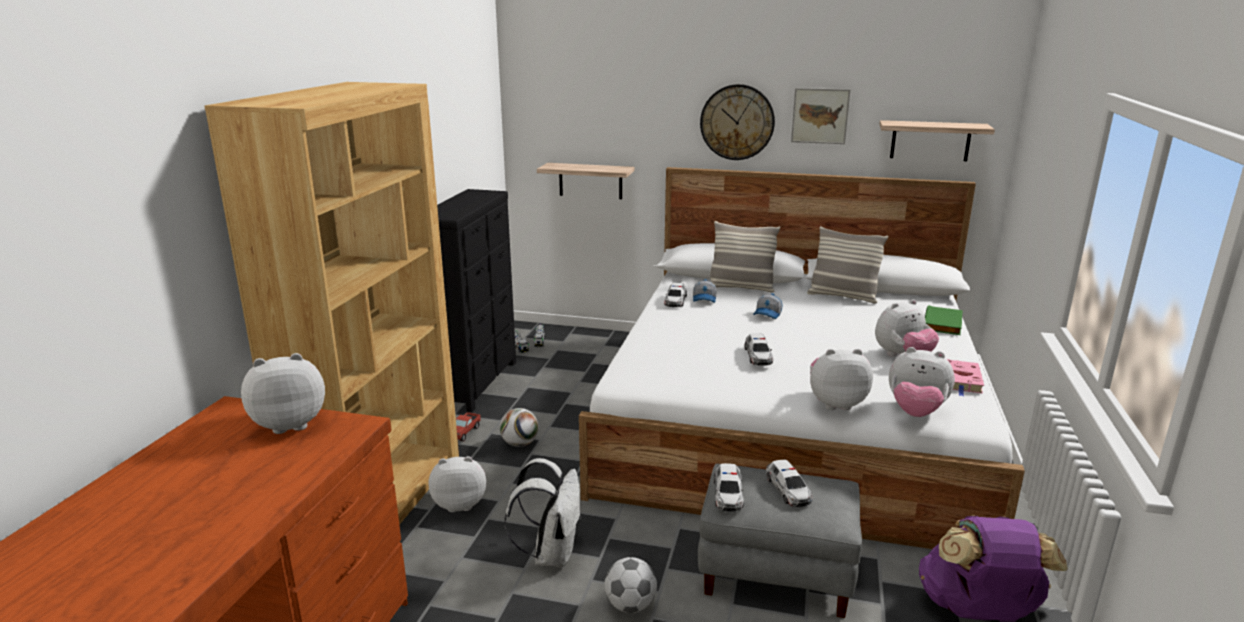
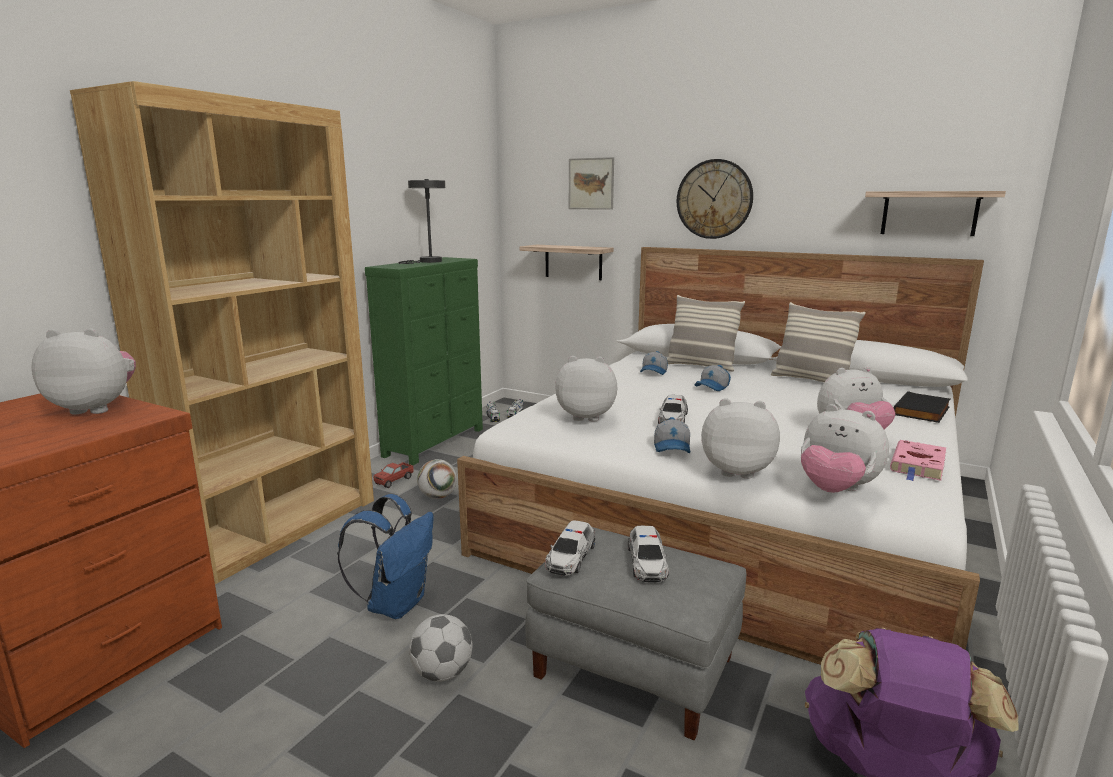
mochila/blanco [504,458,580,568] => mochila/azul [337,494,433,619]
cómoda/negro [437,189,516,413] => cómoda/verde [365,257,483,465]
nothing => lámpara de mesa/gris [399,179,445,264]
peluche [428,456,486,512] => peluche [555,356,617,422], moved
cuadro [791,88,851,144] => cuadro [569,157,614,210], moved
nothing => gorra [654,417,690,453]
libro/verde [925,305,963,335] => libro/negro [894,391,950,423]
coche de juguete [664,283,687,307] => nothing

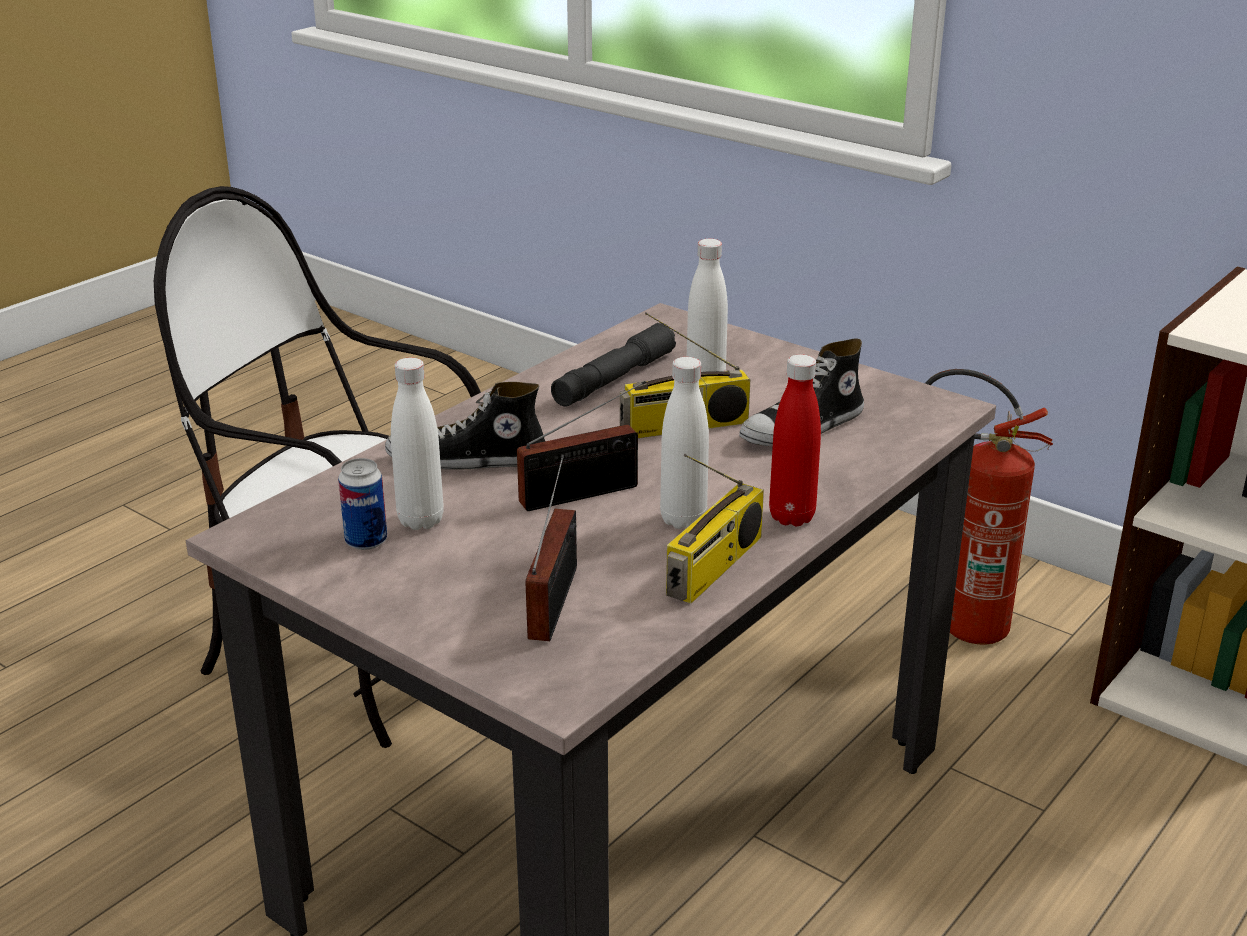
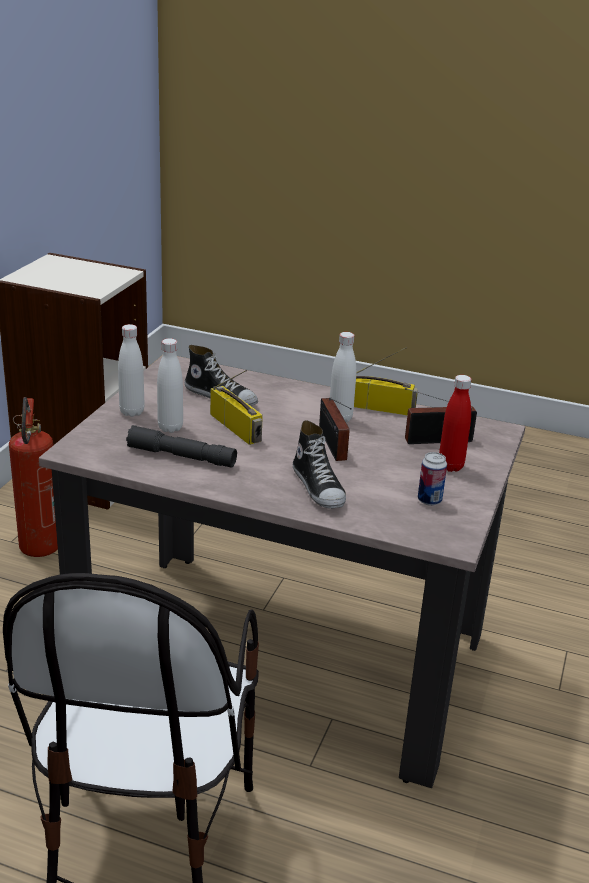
botella/blanco [391,358,444,530] => botella/blanco [118,324,144,417], moved
radio [517,381,646,511] => radio [319,397,352,461], 150 degrees counterclockwise
botella/rojo [769,355,821,526] => botella/rojo [439,375,471,472], moved

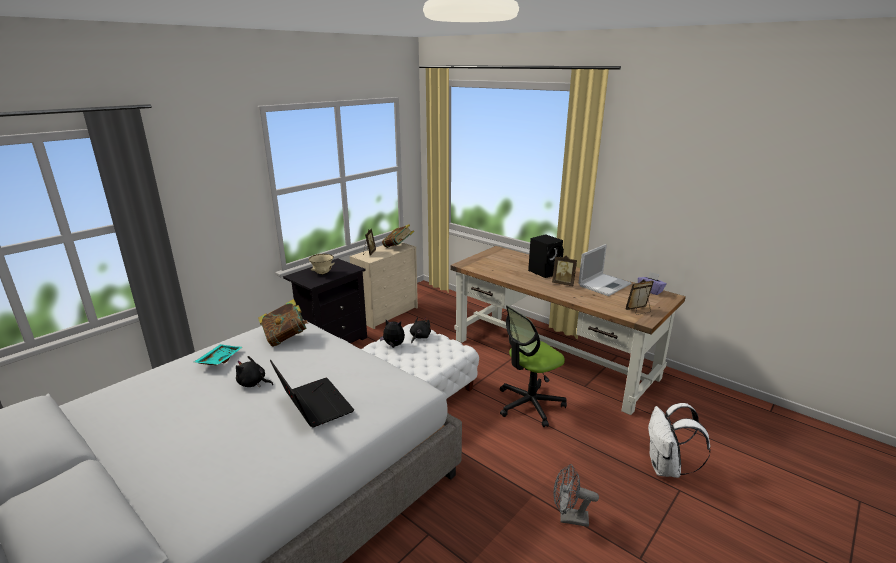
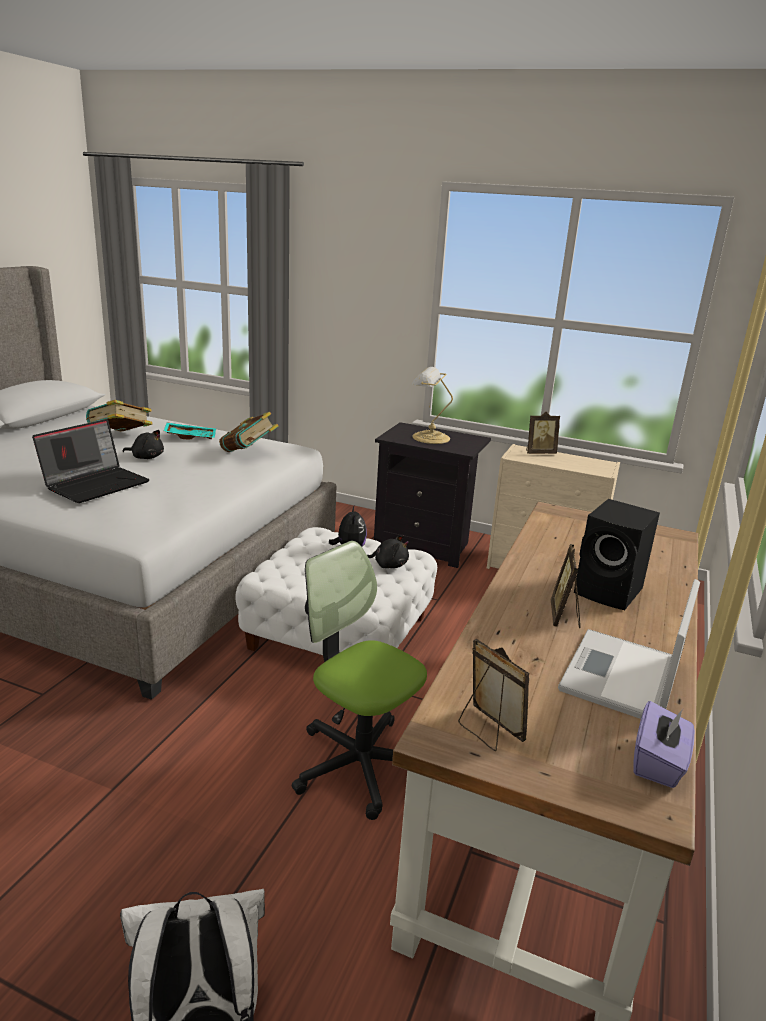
libro [382,224,414,248] => libro [86,400,152,431], moved
peluche/negro [236,356,273,387] => peluche/negro [123,430,164,459], 105 degrees clockwise
cuenco/beis [309,254,334,274] => lámpara de mesa [412,367,453,444]
portátil [578,244,631,296] => portátil [558,579,700,719], 90 degrees clockwise
ventilador/gris [554,464,599,527] => nothing

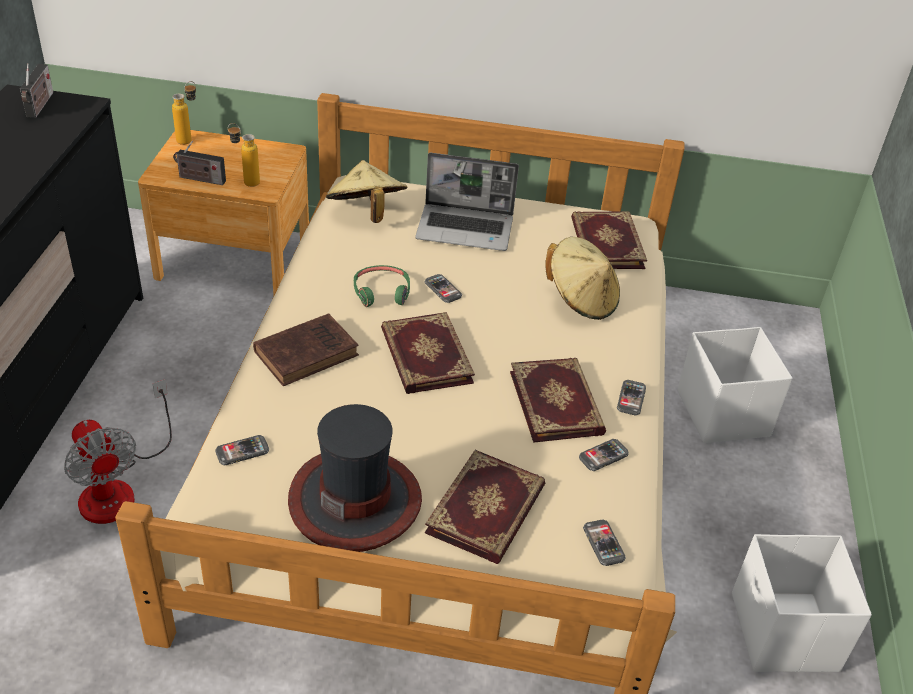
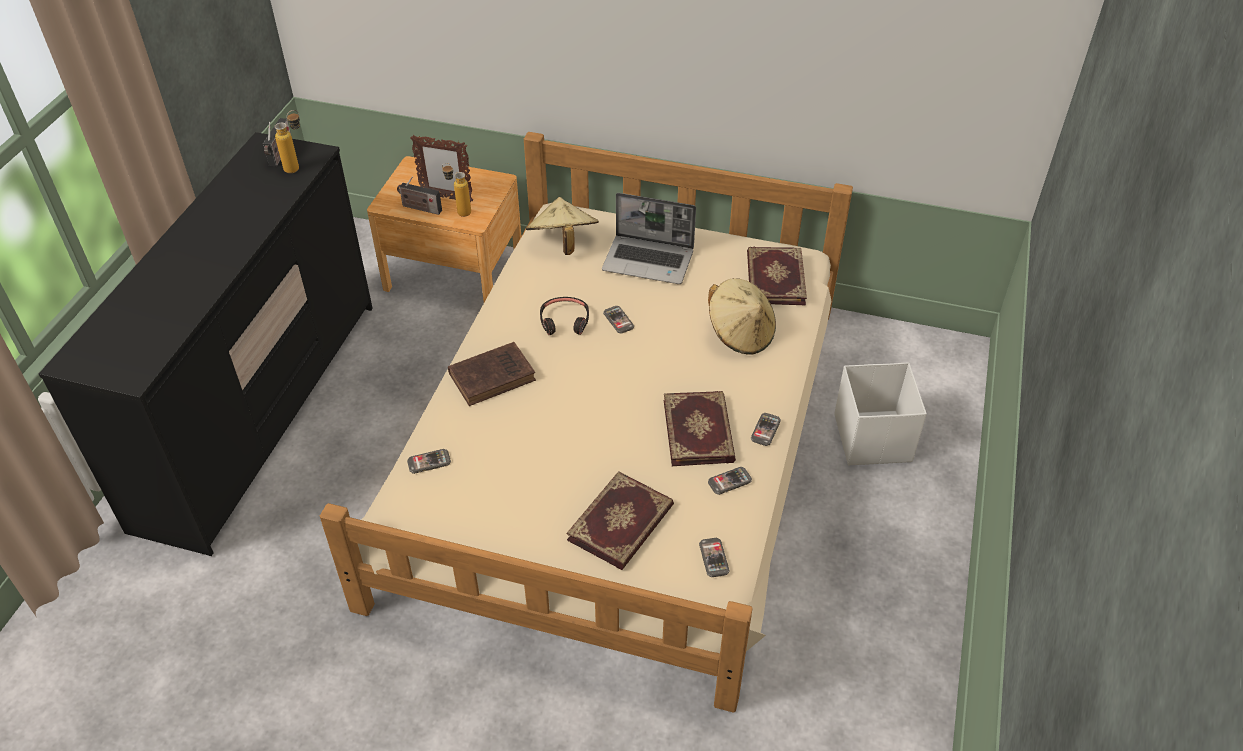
botella [172,81,196,145] => botella [274,110,300,173], moved
nothing => portarretratos [410,135,473,202]
auriculares/verde [354,265,410,307] => auriculares/negro [540,297,589,335]
ventilador [64,379,172,524] => nothing
sombrero [288,404,422,552] => nothing
libro [381,312,475,394] => nothing
caja de almacenaje/blanco [732,534,872,672] => nothing

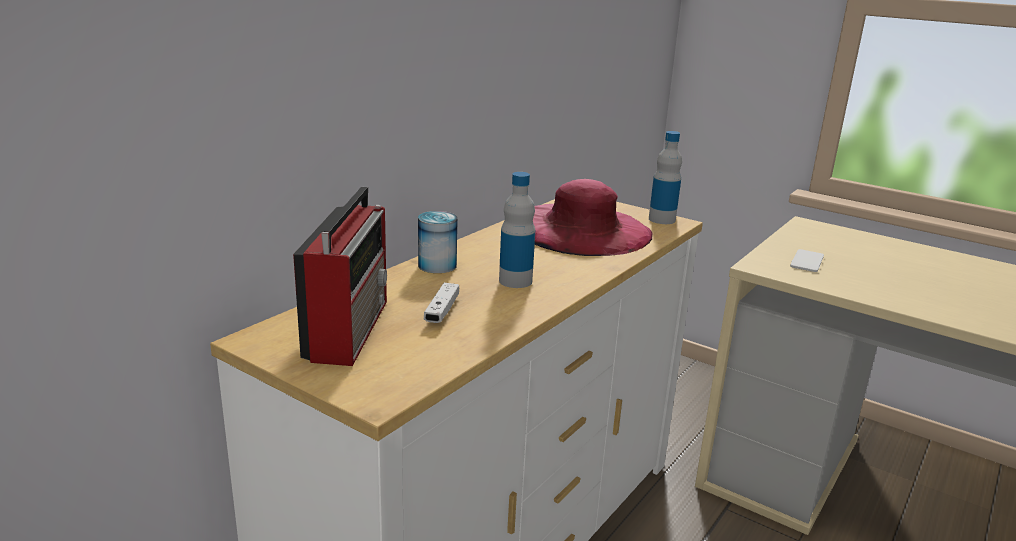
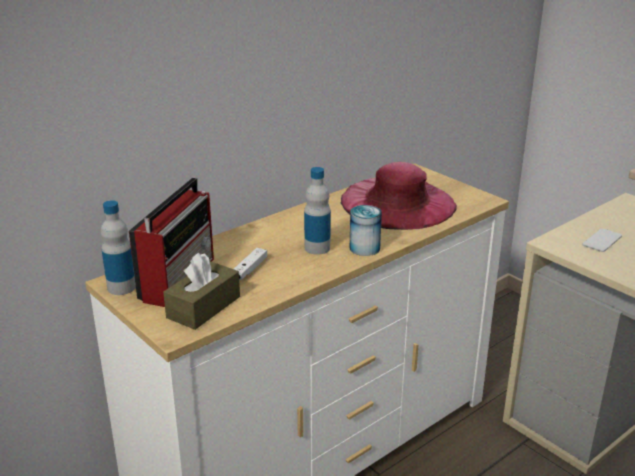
botella [649,131,682,224] => botella [101,200,136,295], moved
nothing => caja de pañuelos/marrón [163,252,240,330]
lata [418,211,458,273] => lata [350,205,382,256], moved

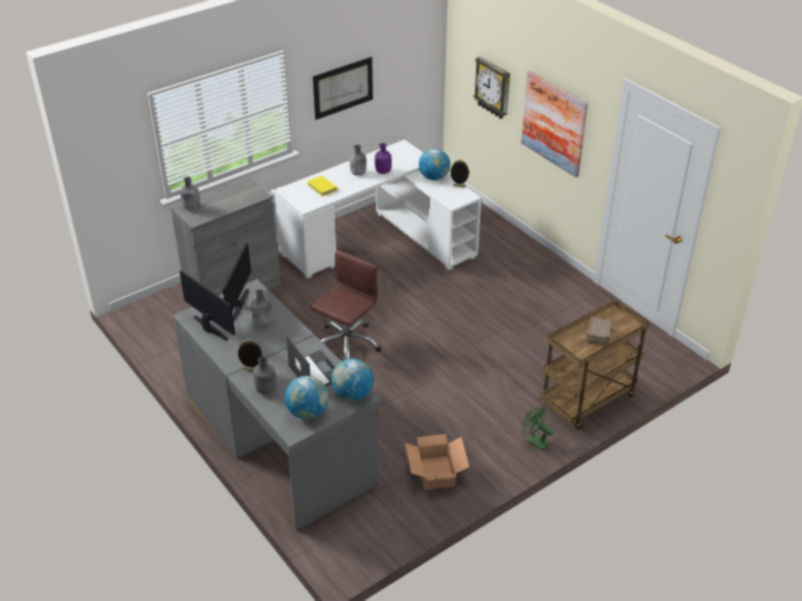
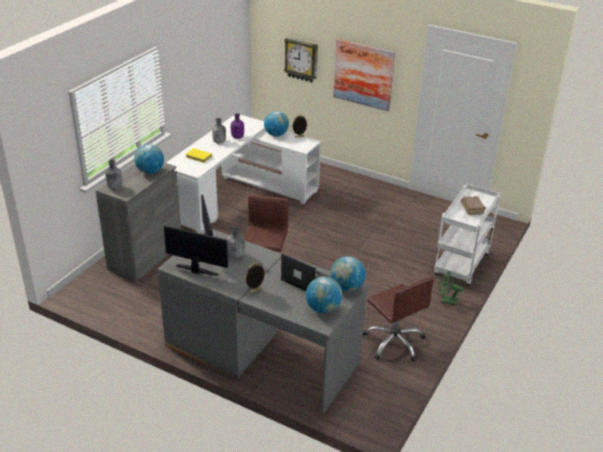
nothing => globo terráqueo [134,144,164,174]
caja de cartón [405,434,469,490] => silla de oficina/marrón [363,276,434,362]
carrito/marrón [540,299,649,430] => carrito/blanco [434,184,500,285]
botella/gris [253,356,276,394] => nothing
cuadro [313,57,373,120] => nothing

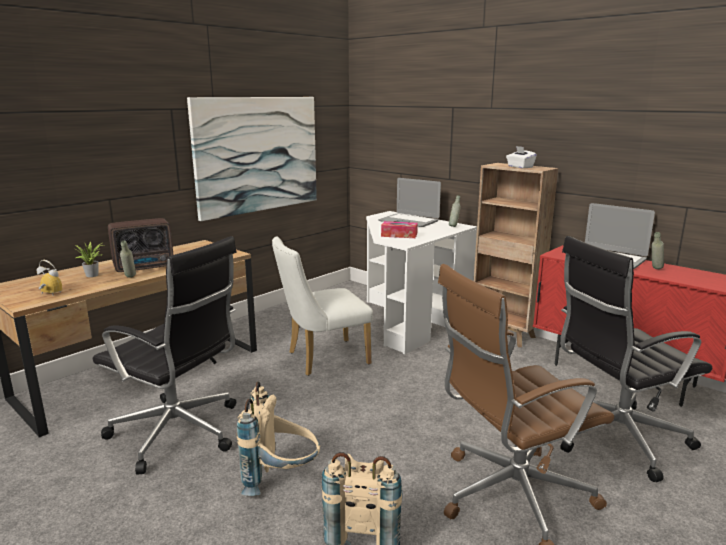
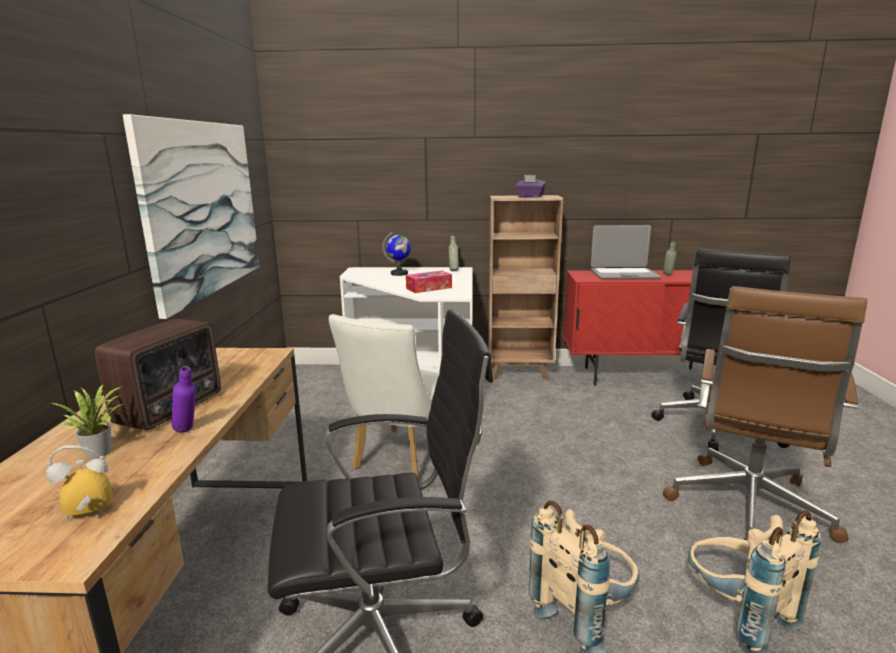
botella/gris [120,241,136,278] => botella/morado [172,366,196,433]
portátil [378,178,441,227] => globo terráqueo [382,232,411,276]
caja de pañuelos/blanco [506,146,537,168] => caja de pañuelos/morado [515,175,546,198]

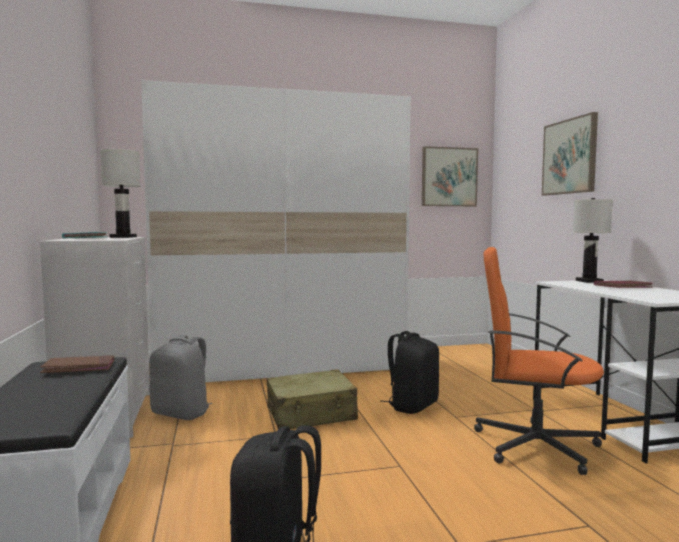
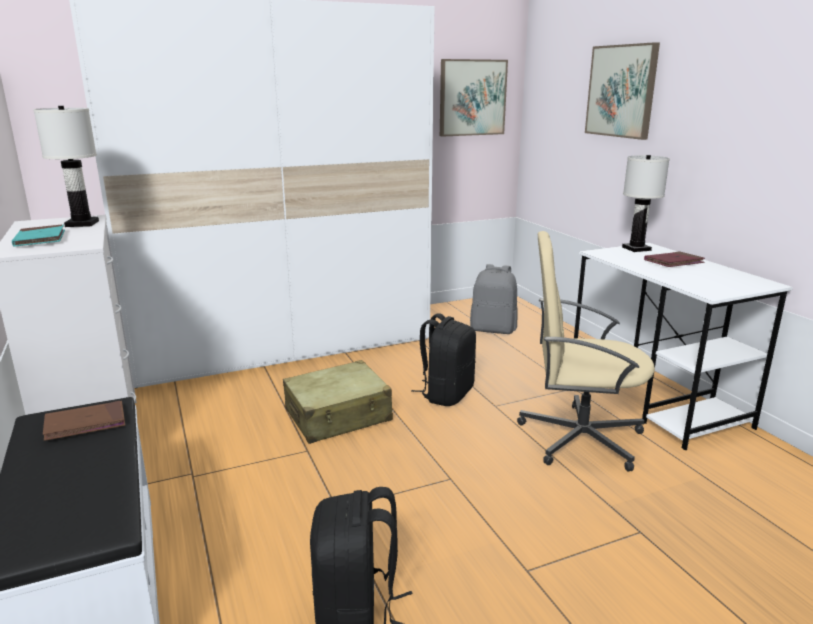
mochila/gris [149,335,213,420] => mochila/gris [470,264,518,334], moved
silla de oficina/naranja [474,247,604,475] => silla de oficina/beis [517,231,655,472]

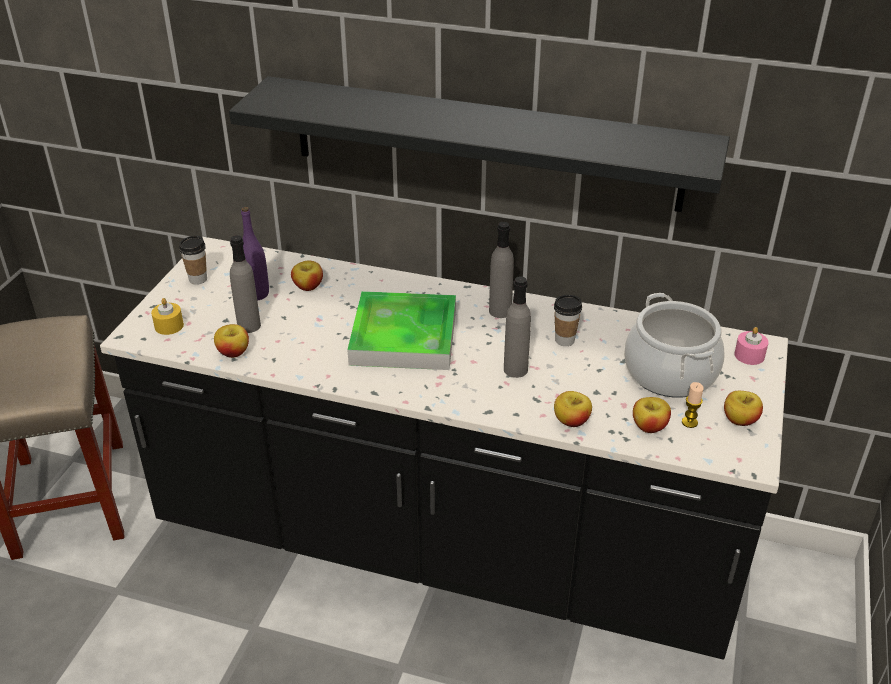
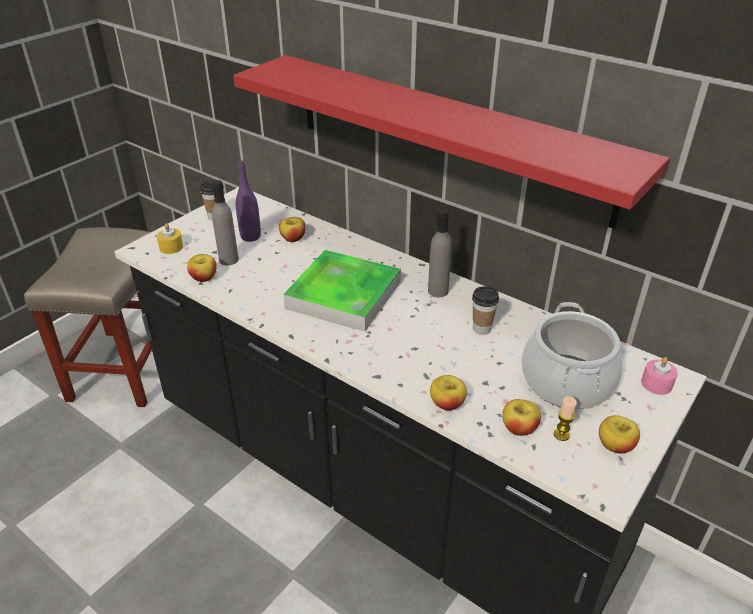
estante/negro [229,76,730,212] => estante/rojo [233,55,670,229]
botella/gris [504,276,531,378] => nothing

